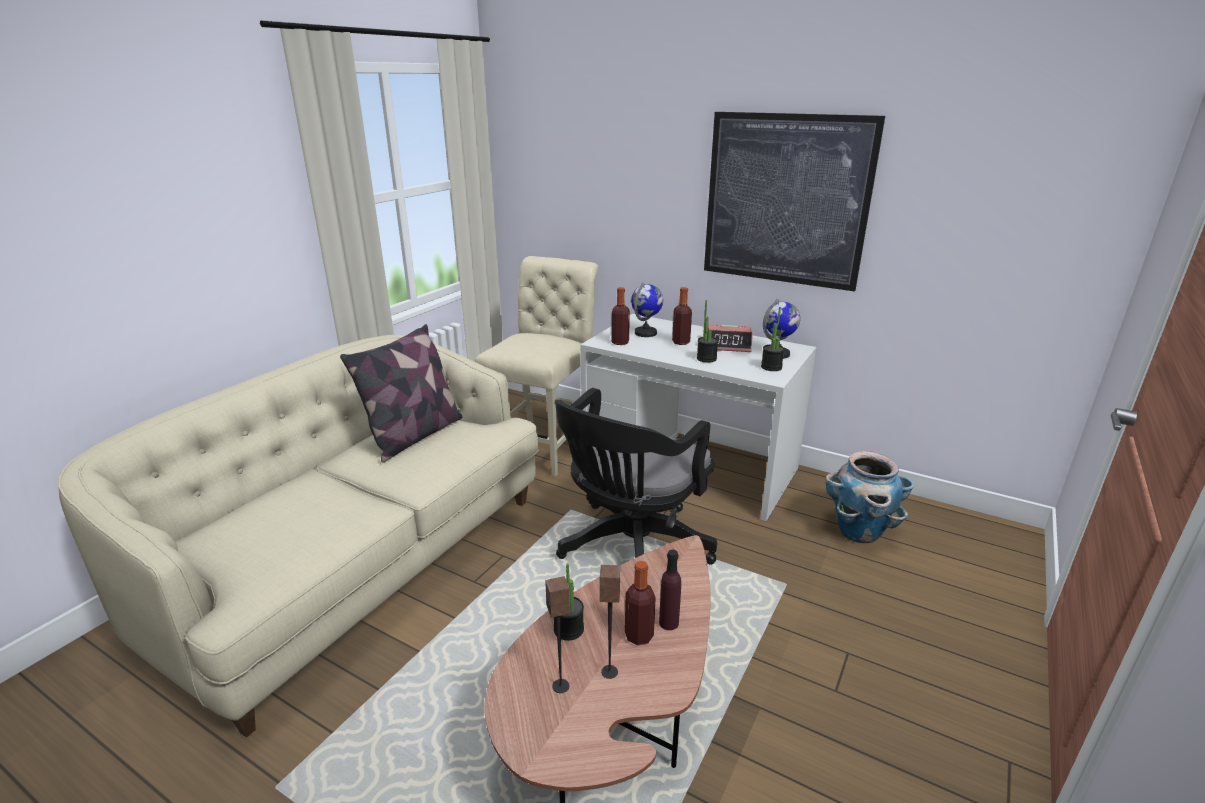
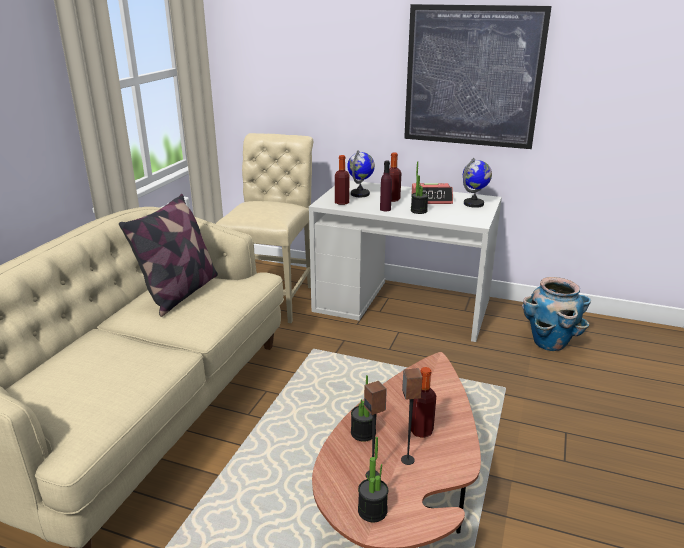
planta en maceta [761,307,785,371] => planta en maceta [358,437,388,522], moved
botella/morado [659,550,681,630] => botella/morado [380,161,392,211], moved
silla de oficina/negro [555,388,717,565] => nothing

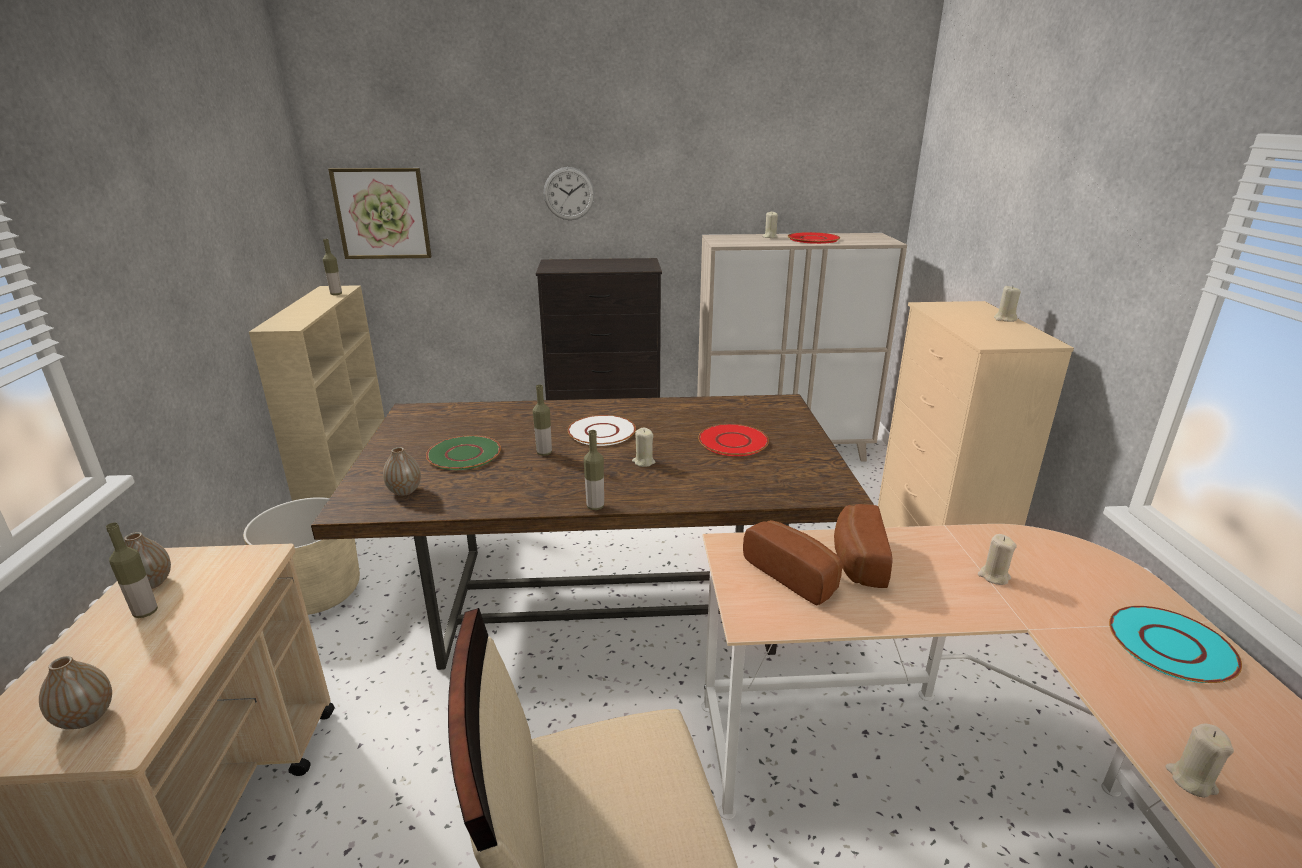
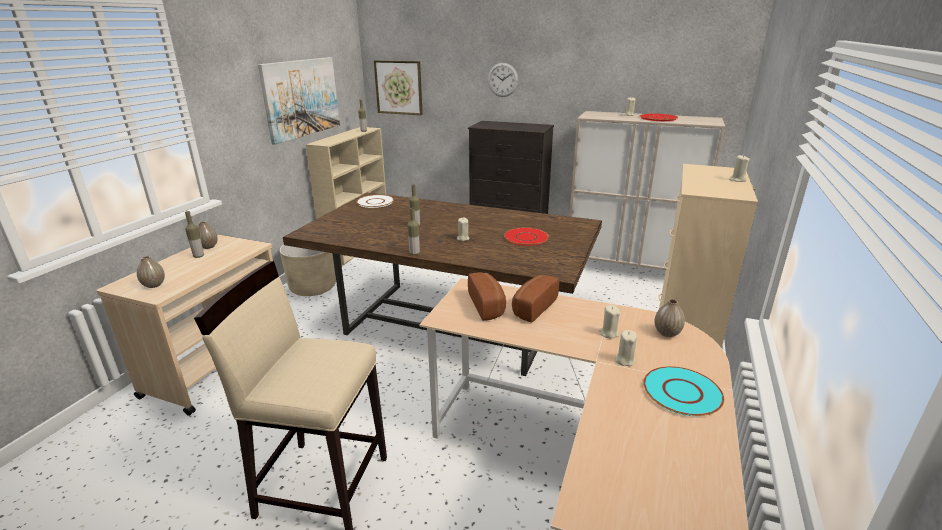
nothing => cuadro [258,57,340,145]
plato/blanco [568,415,636,446] => plato/blanco [357,195,394,208], moved
vela/beis [1166,724,1234,798] => vela/beis [615,330,637,366], moved
florero [383,447,421,496] => florero [655,299,685,337], moved
plato/verde [426,435,501,470] => nothing

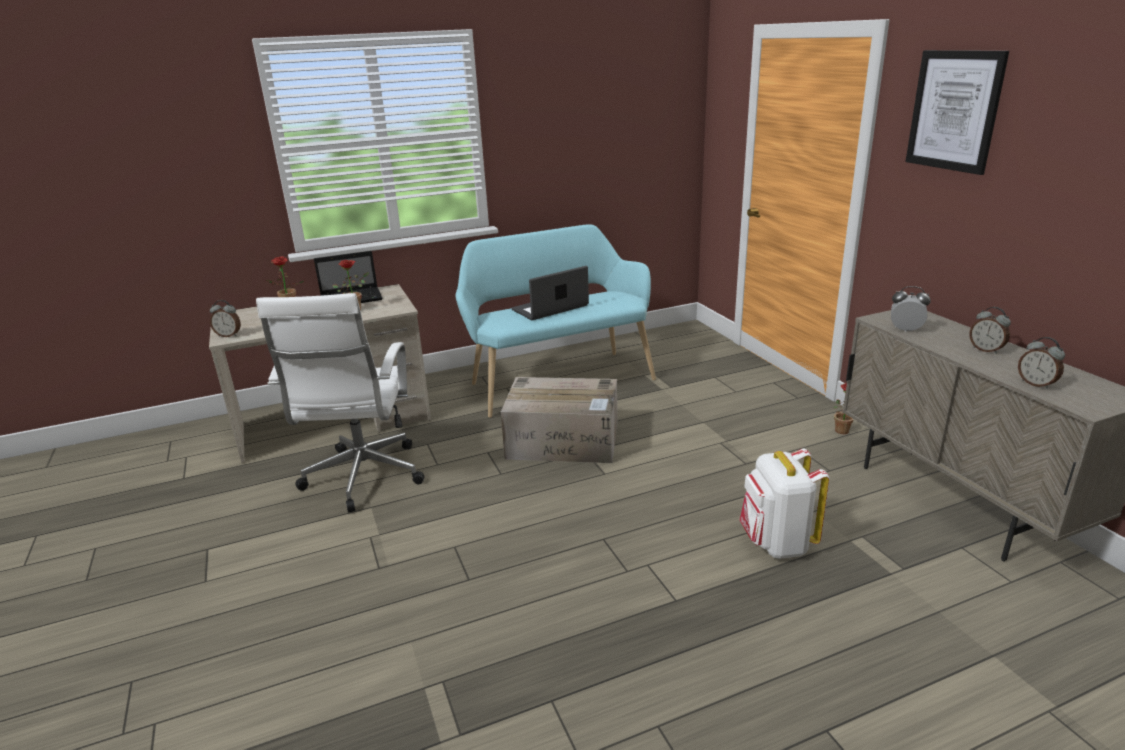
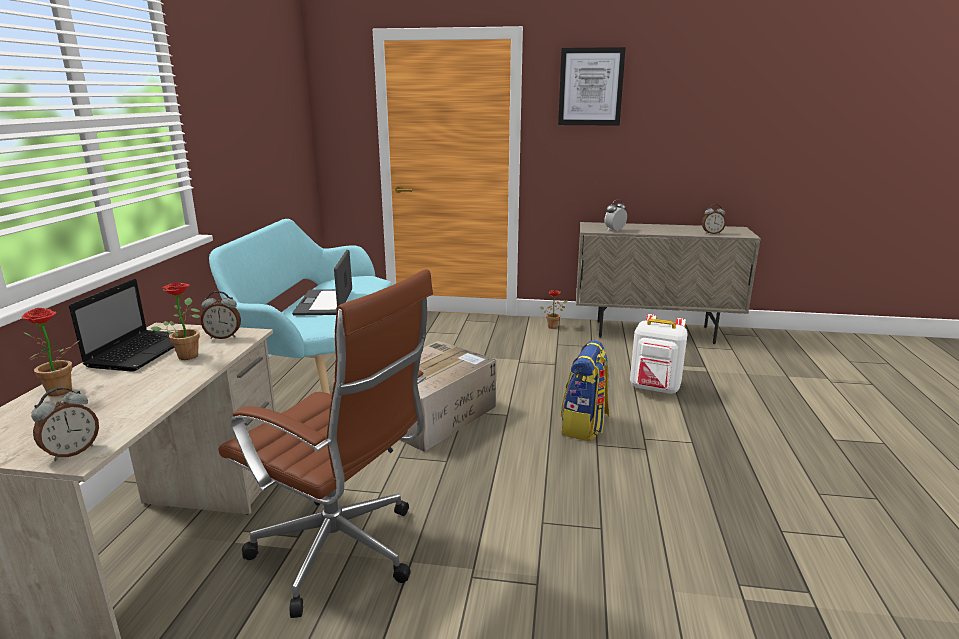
despertador [969,307,1011,354] => despertador [201,291,241,339], moved
silla de oficina/blanco [256,293,424,513] => silla de oficina/marrón [218,269,433,618]
nothing => mochila [561,340,609,441]

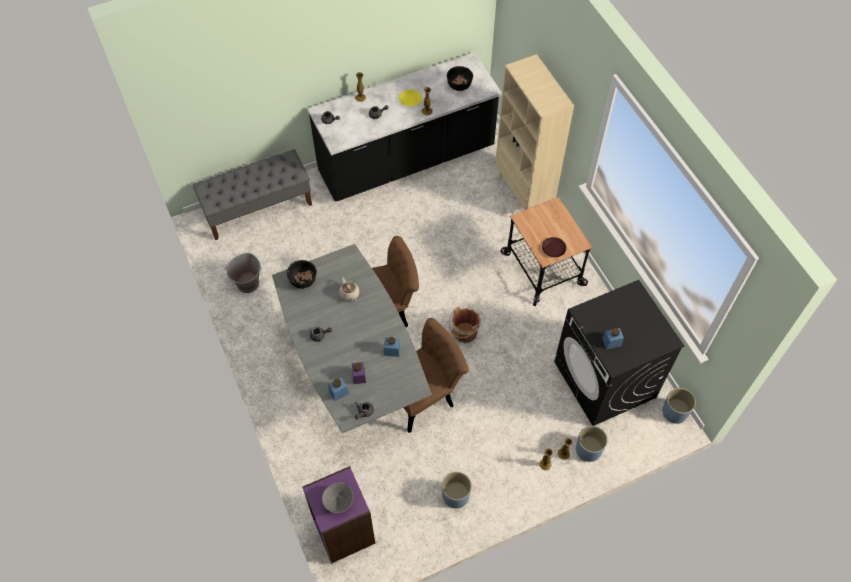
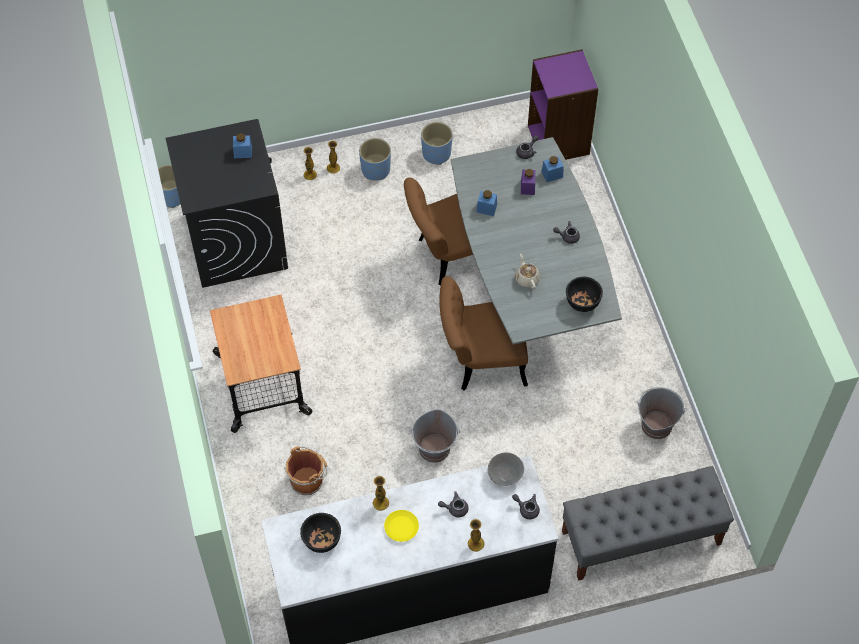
cubo/marrón [449,307,481,343] => cubo/marrón [284,446,328,495], moved
maceta/azul [576,426,608,462] => maceta/azul [359,138,391,181], moved
nothing => cubo/gris [409,409,460,463]
cuenco/gris [322,483,353,513] => cuenco/gris [488,452,524,486], moved
estantería/beis [495,54,574,210] => nothing
plato/marrón [542,237,566,257] => nothing

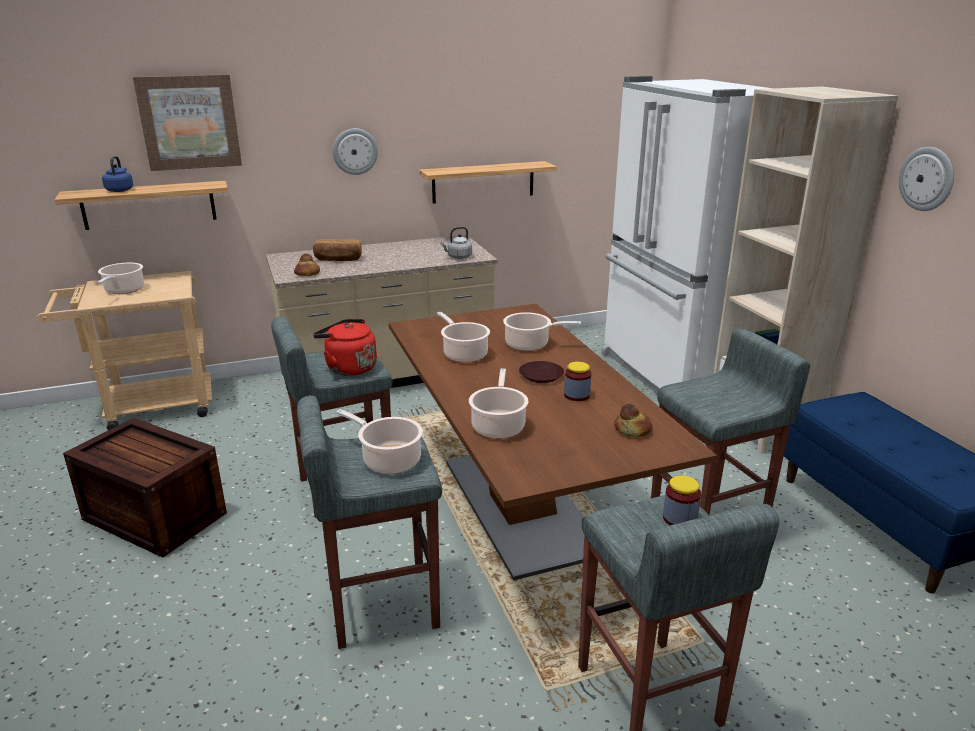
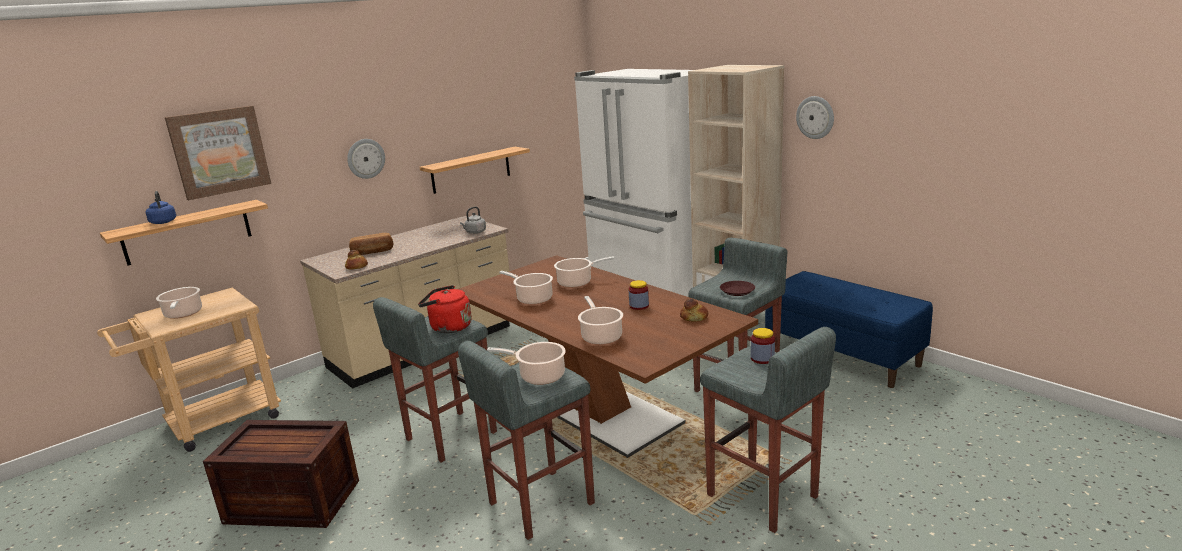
plato/marrón [519,361,564,383] => plato/marrón [720,281,755,296], moved

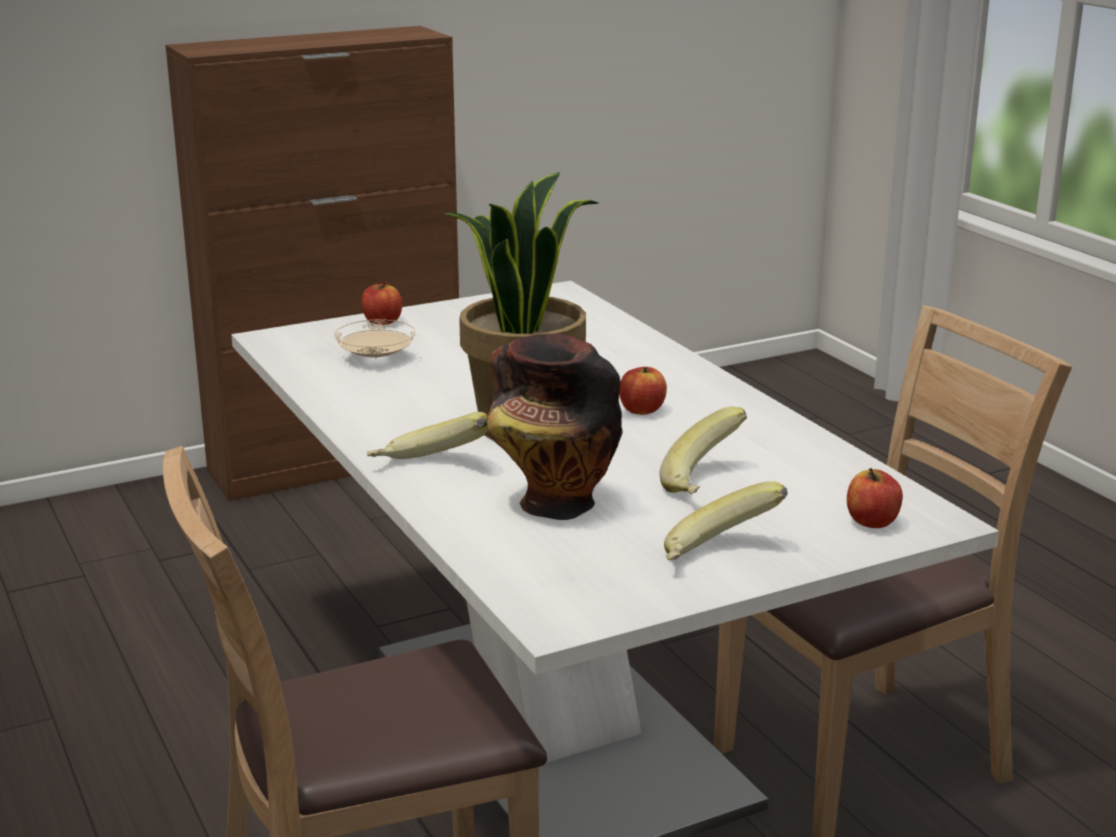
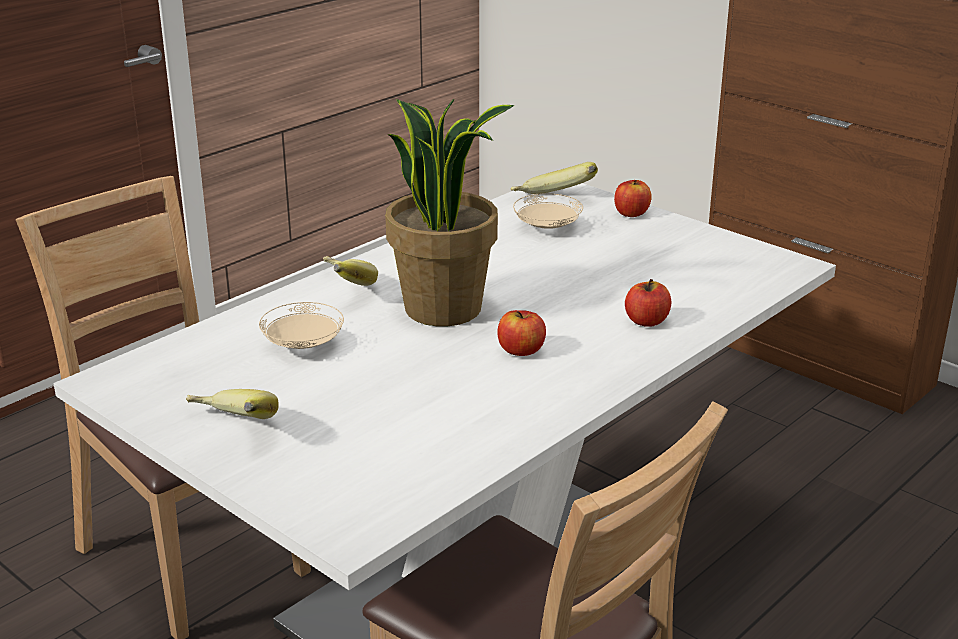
florero [486,334,623,520] => plato/beis [259,302,344,349]
plátano [660,407,747,494] => plátano [511,162,598,194], moved
manzana [847,468,903,528] => manzana [625,279,671,327], moved

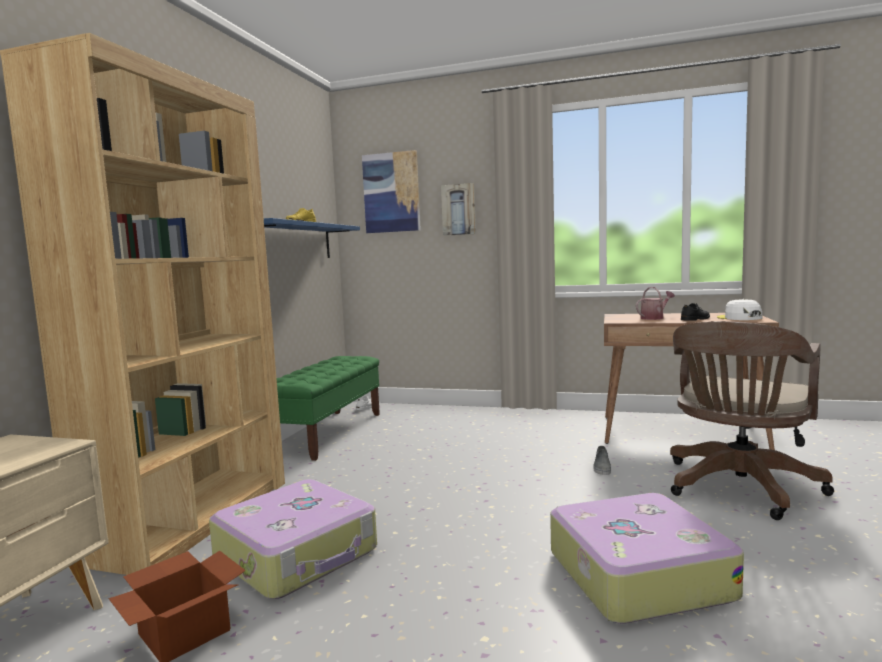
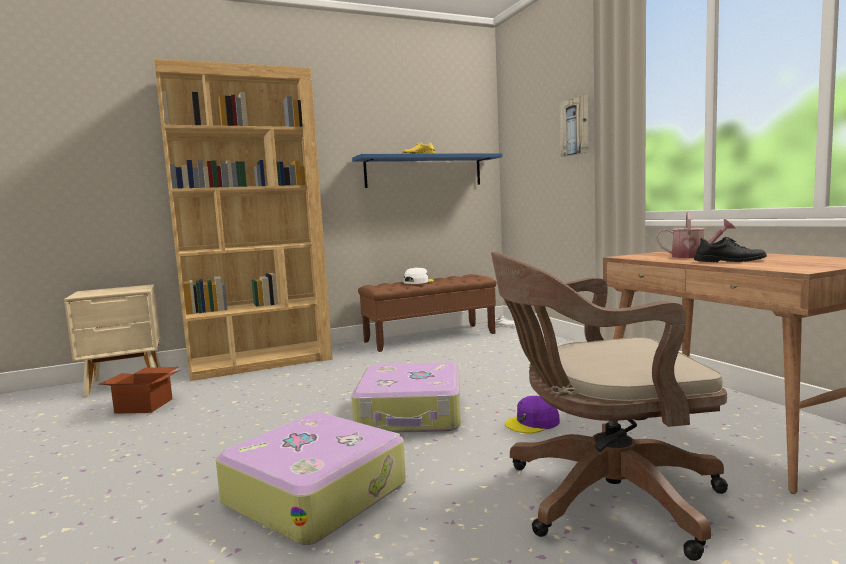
maleta [209,479,377,599] => maleta [351,362,461,433], moved
banco/verde [277,356,380,461] => banco/marrón [358,274,496,352]
gorra/blanco [717,299,762,320] => gorra/blanco [404,268,434,284], moved
zapato/gris [593,446,611,475] => gorra/morado [505,396,560,433]
cuadro [362,150,421,233] => nothing

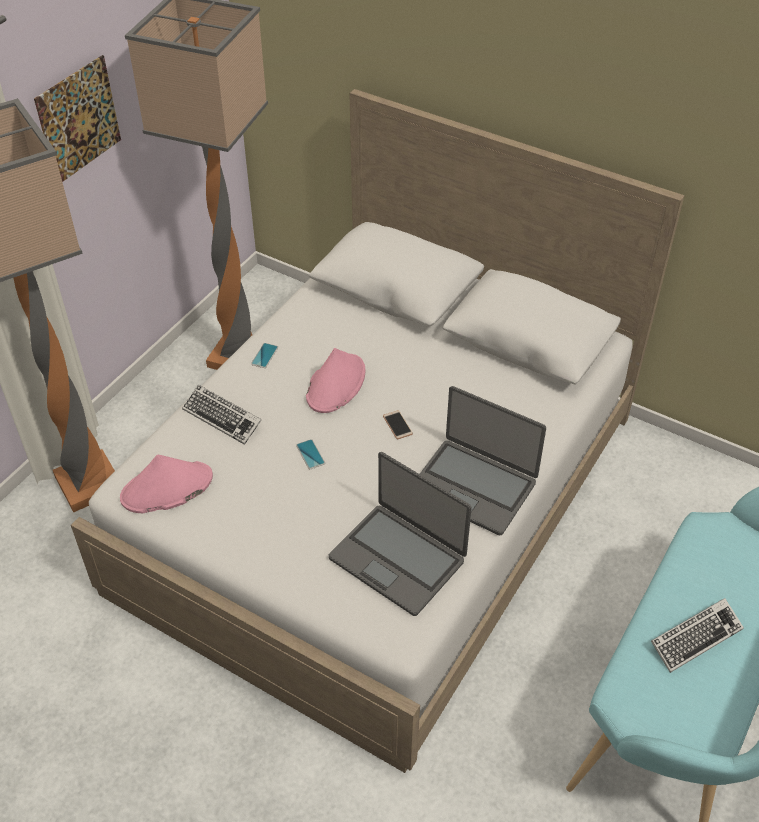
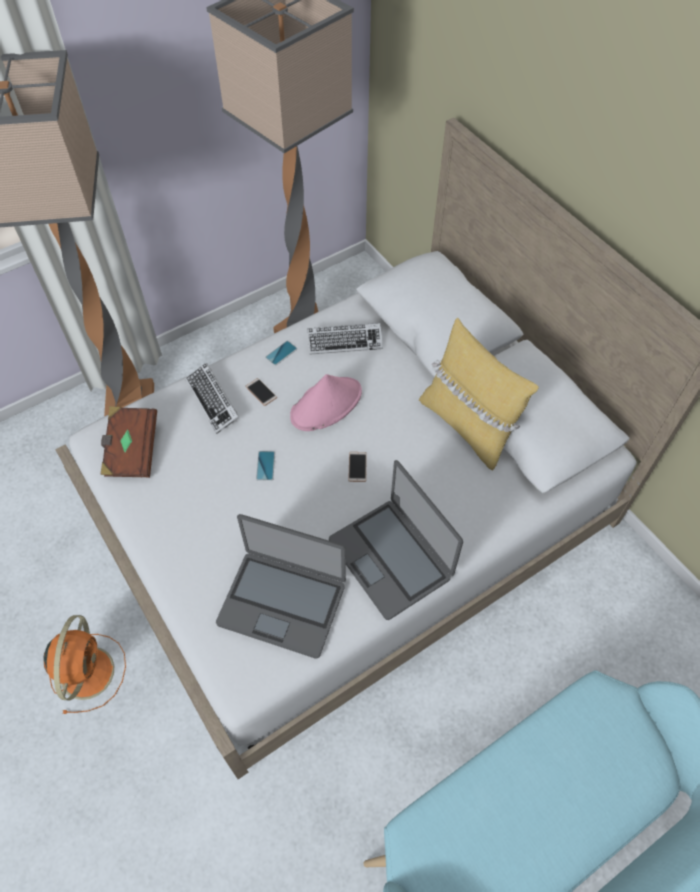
nothing => ventilador/naranja [43,615,126,714]
sombrero/rosa [120,455,213,513] => libro/marrón [100,406,157,478]
portátil [329,452,472,616] => portátil [216,514,346,659], 45 degrees counterclockwise
nothing => móvil [245,378,277,406]
teclado [651,598,744,673] => teclado [307,323,383,355], moved
nothing => cojín/amarillo [419,318,539,471]
cuadro [34,55,121,182] => nothing

